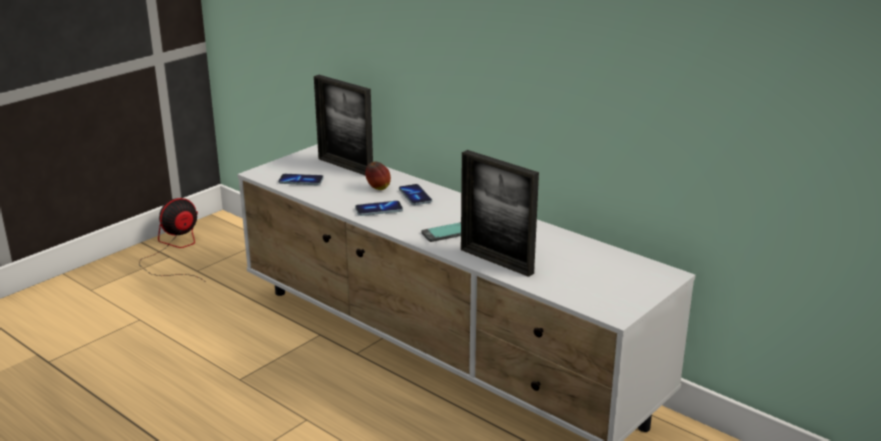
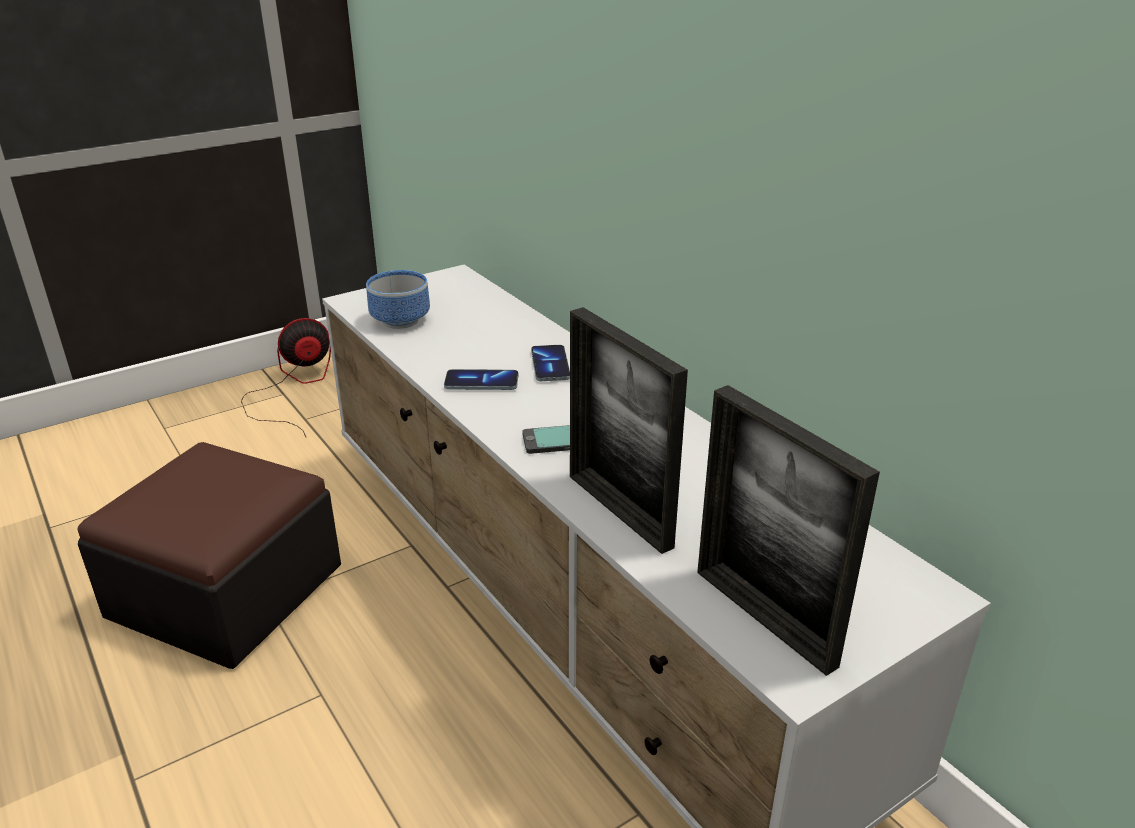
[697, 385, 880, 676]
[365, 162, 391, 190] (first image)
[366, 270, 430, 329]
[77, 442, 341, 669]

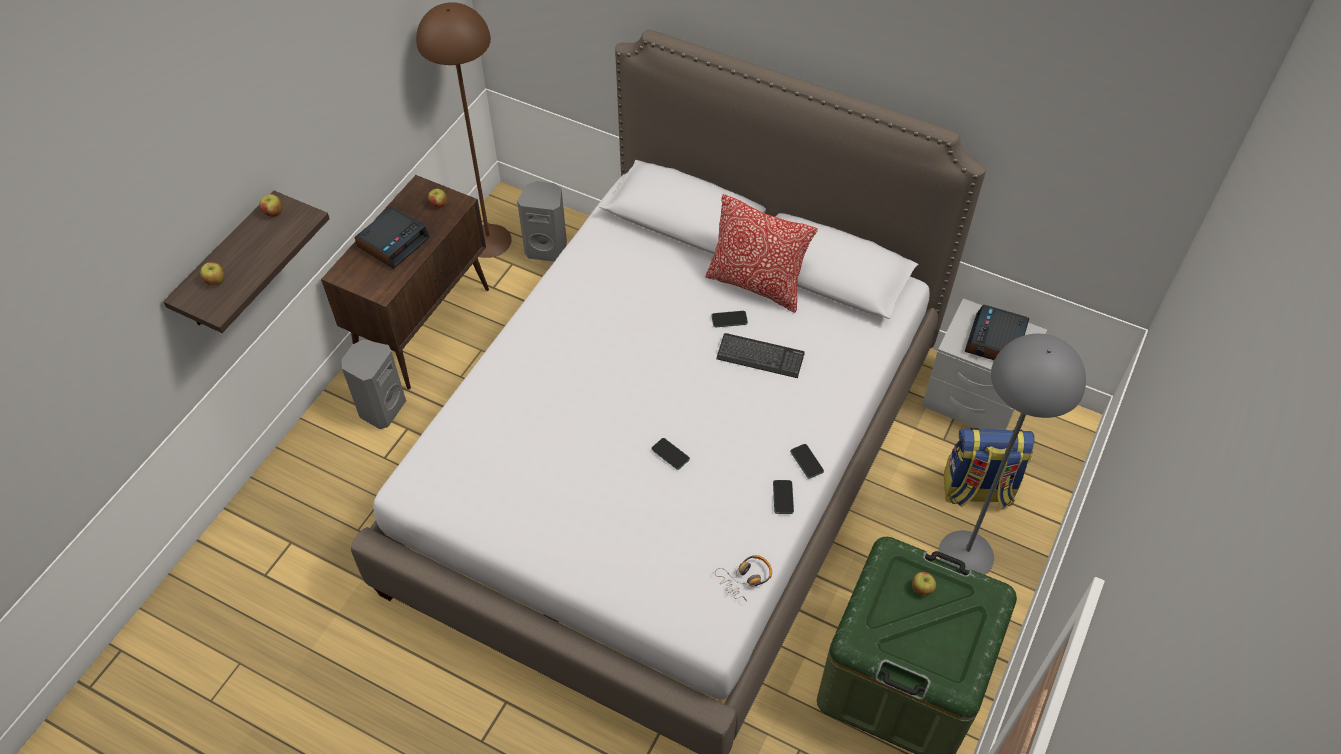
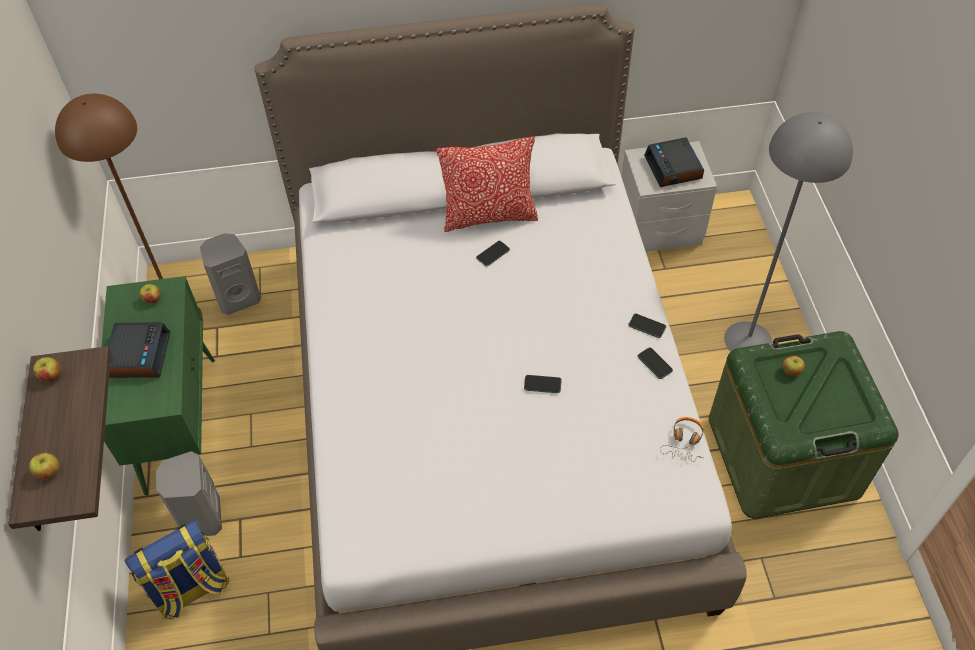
[101, 276, 215, 495]
[716, 333, 805, 378] (first image)
[124, 520, 229, 620]

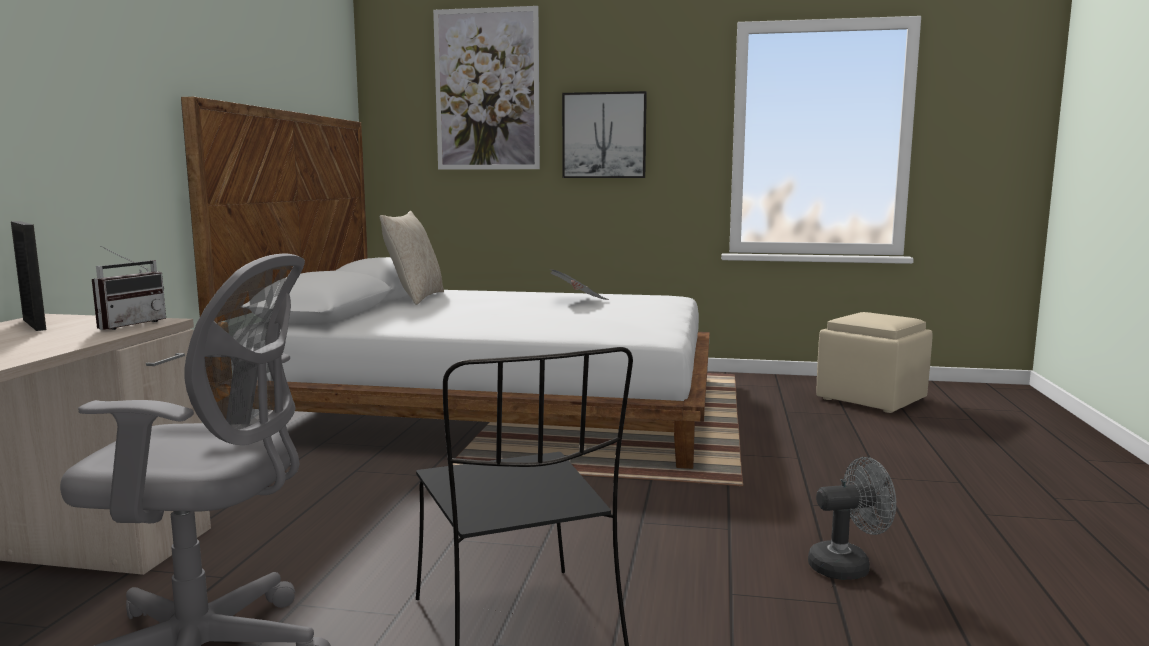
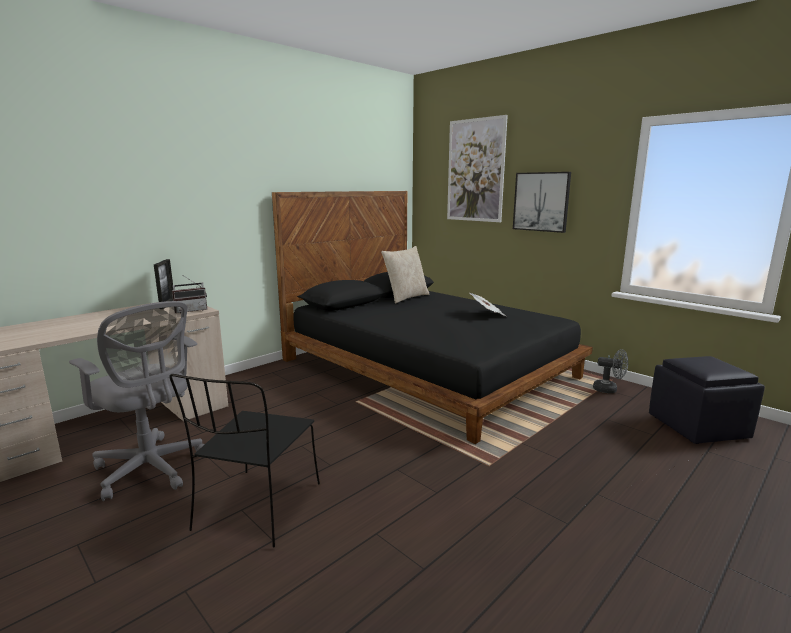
[272, 191, 593, 444]
[649, 356, 765, 444]
[593, 349, 628, 393]

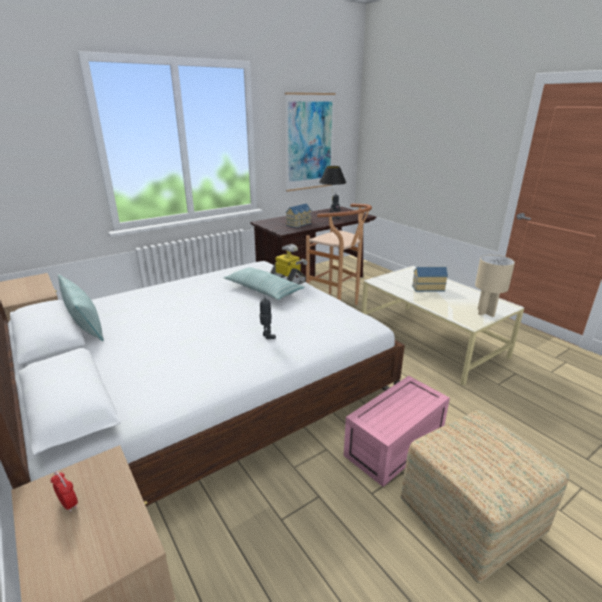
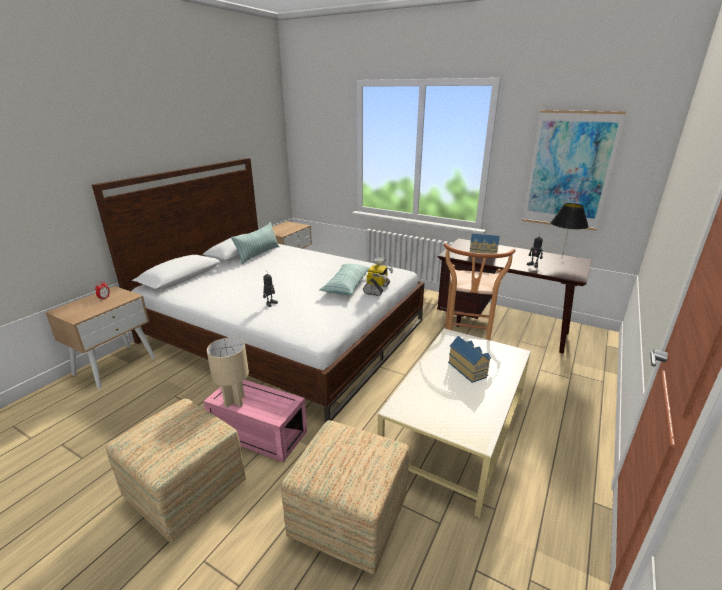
[207, 337, 249, 408]
[281, 420, 409, 574]

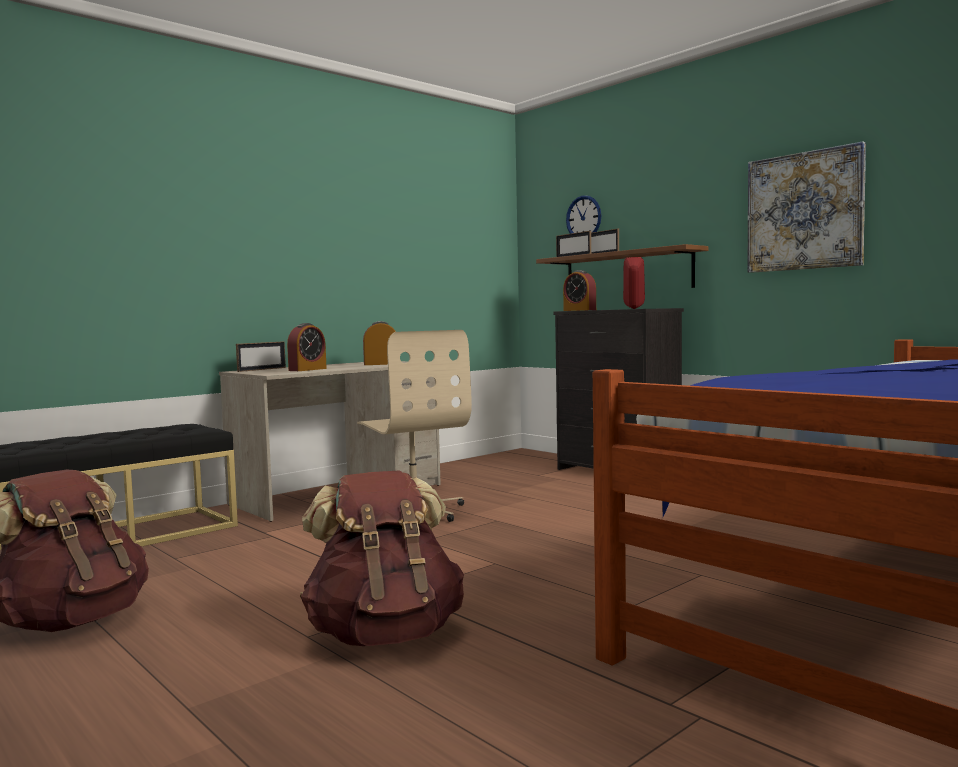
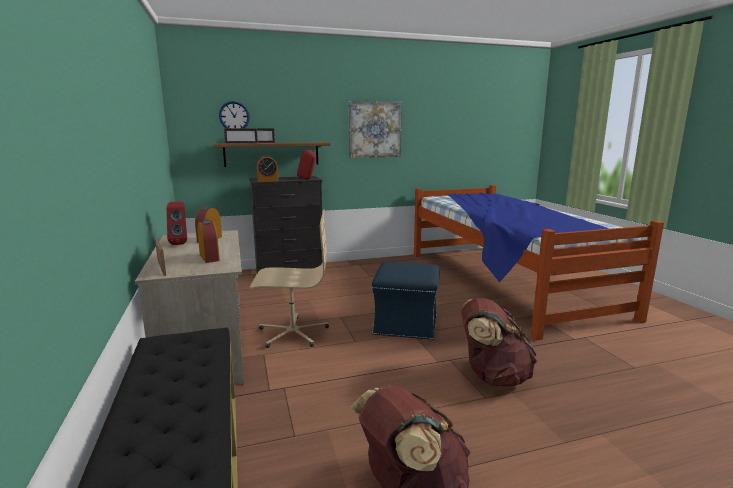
[167, 202, 187, 245]
[372, 262, 439, 340]

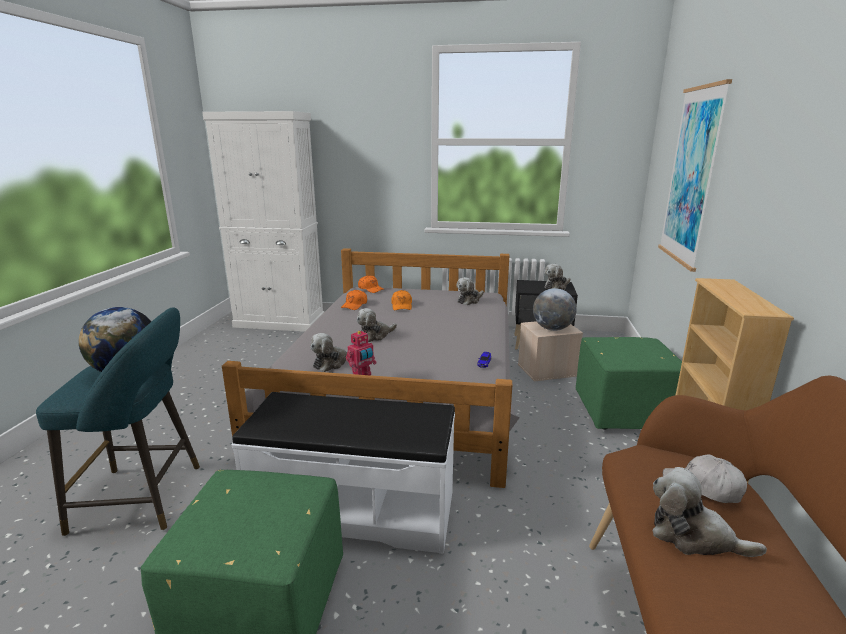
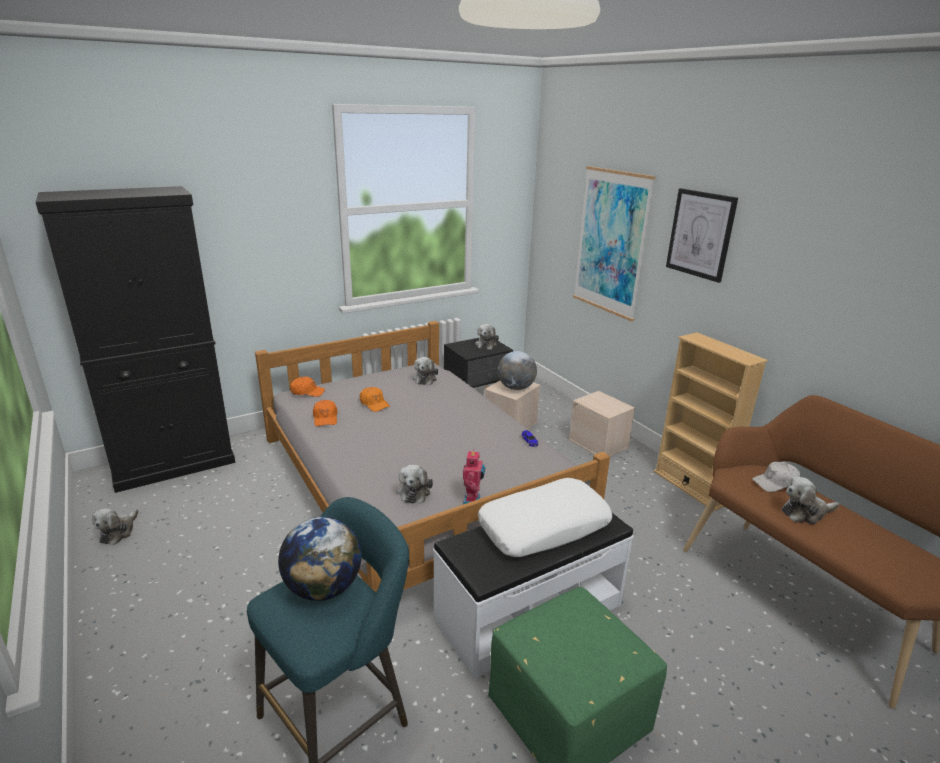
[36, 186, 235, 493]
[92, 508, 138, 545]
[569, 391, 635, 456]
[666, 188, 738, 283]
[478, 478, 612, 557]

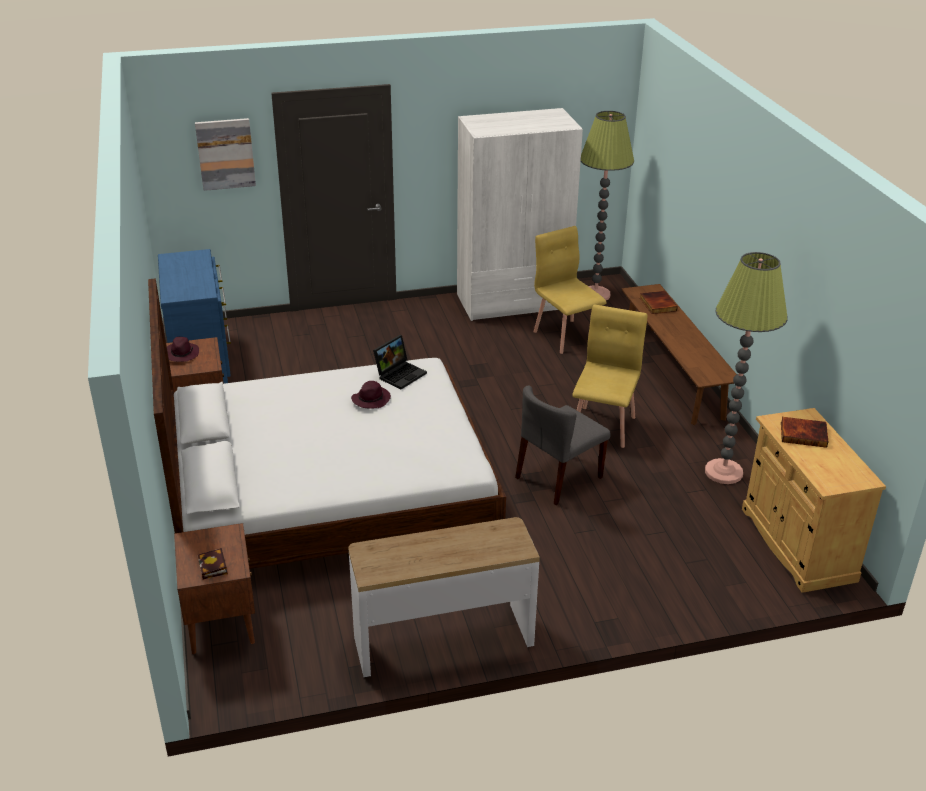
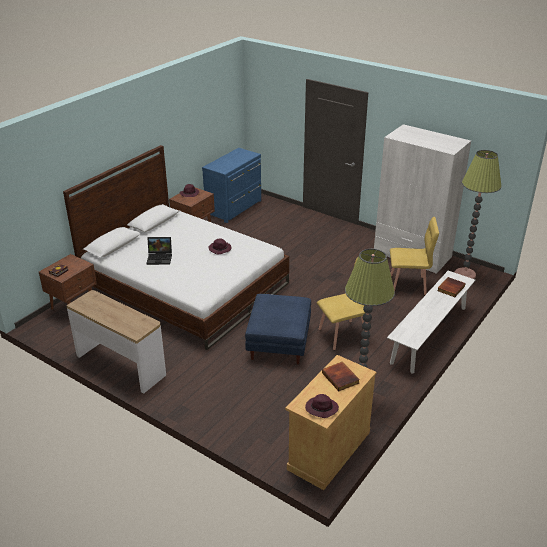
[195, 118, 256, 191] (first image)
[390, 217, 439, 295]
[387, 271, 475, 374]
[146, 237, 172, 265]
[245, 294, 311, 364]
[305, 394, 339, 418]

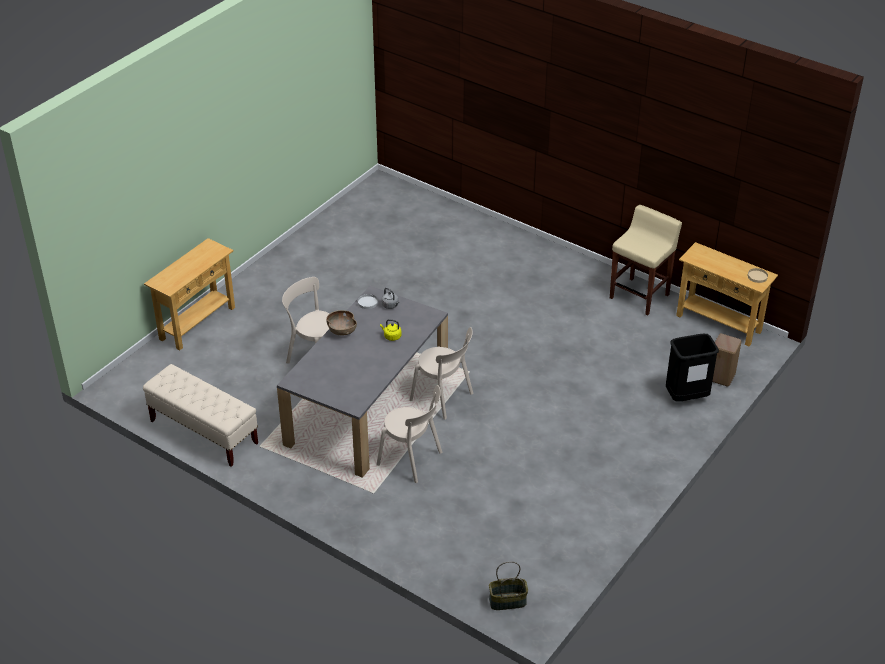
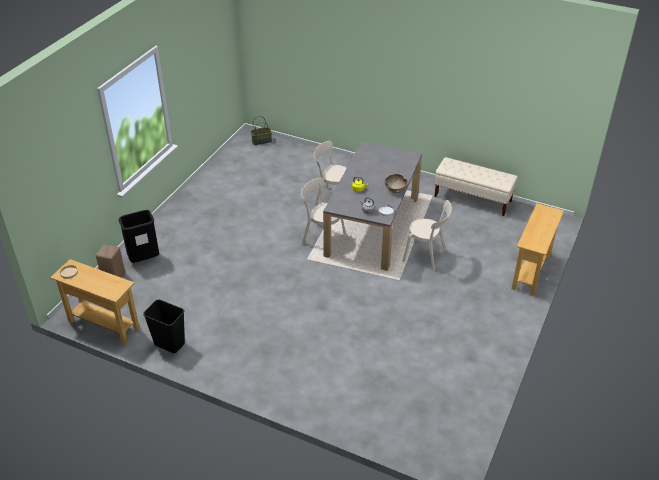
[143, 299, 185, 353]

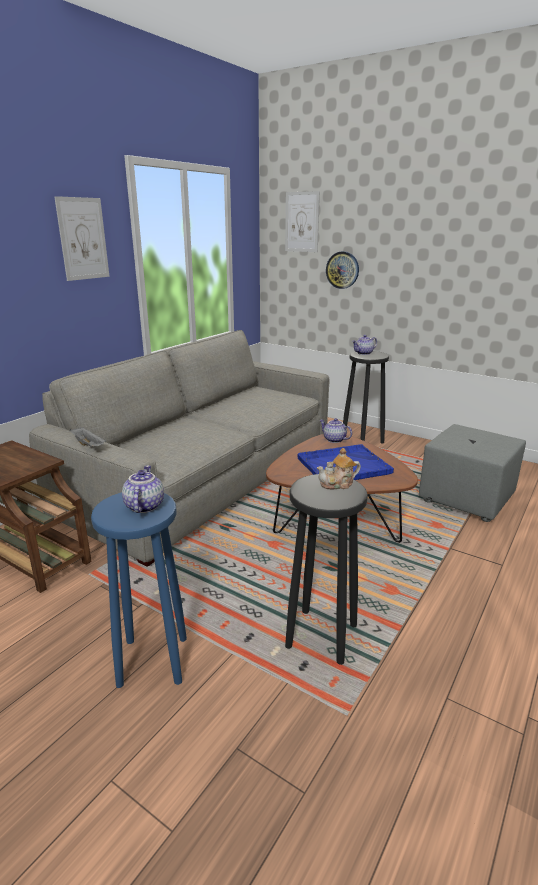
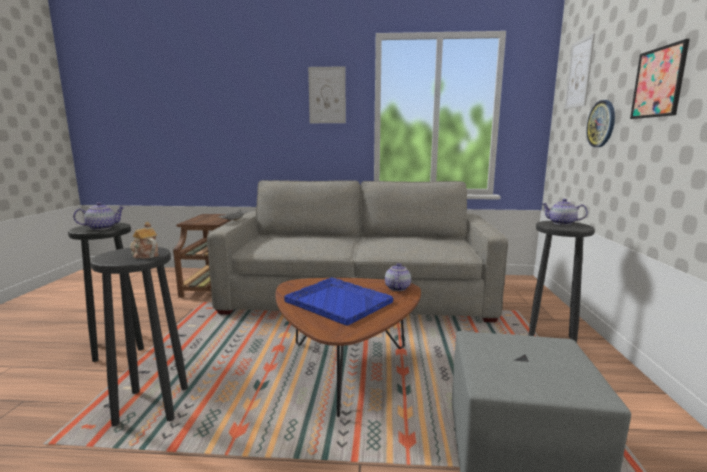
[68, 223, 144, 362]
[630, 39, 690, 119]

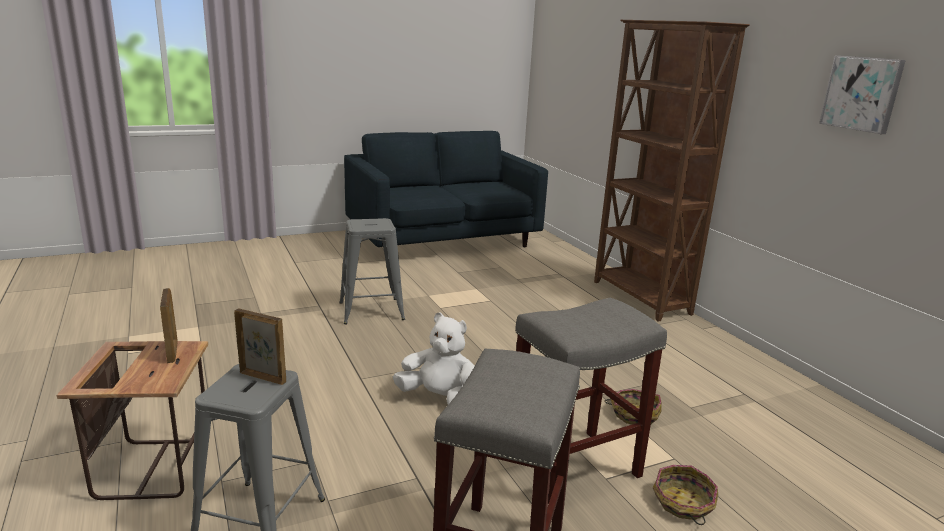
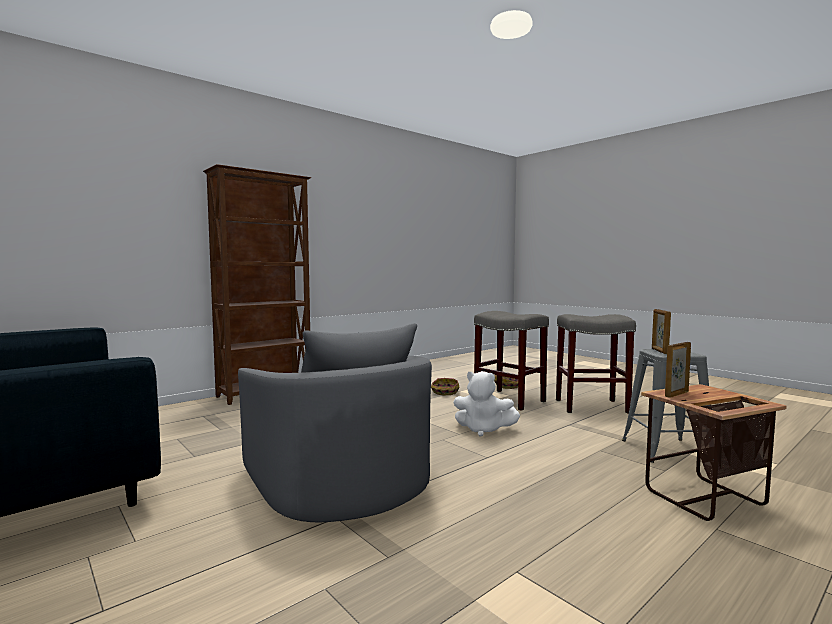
[819, 55, 906, 134] (first image)
[238, 323, 432, 523]
[453, 371, 520, 437]

